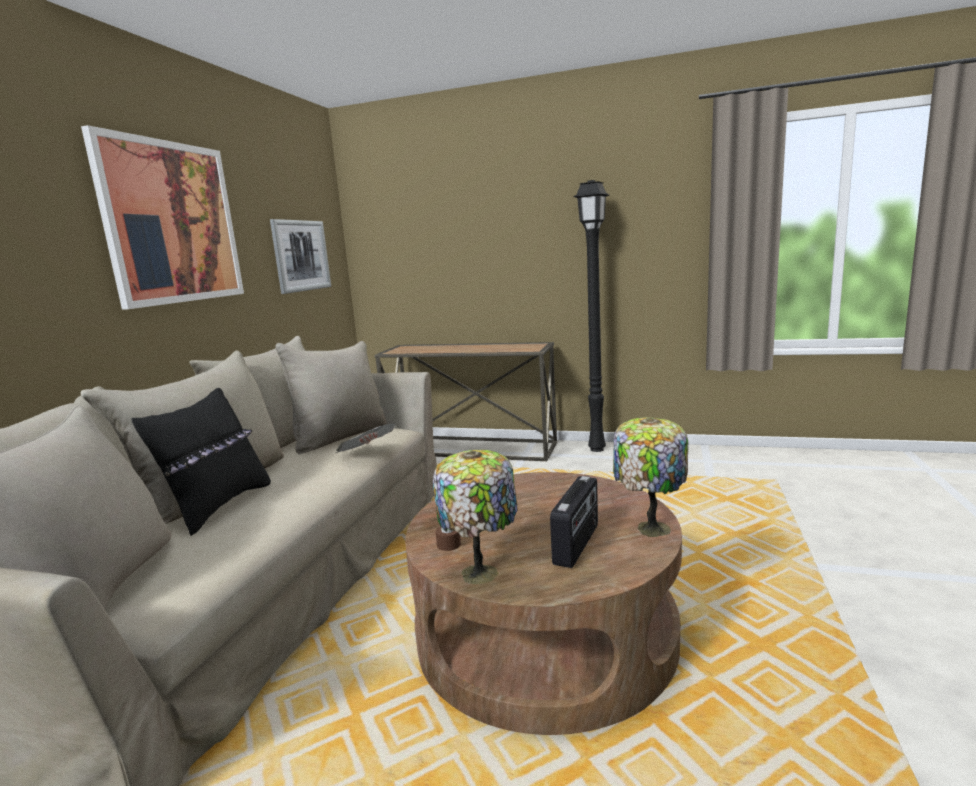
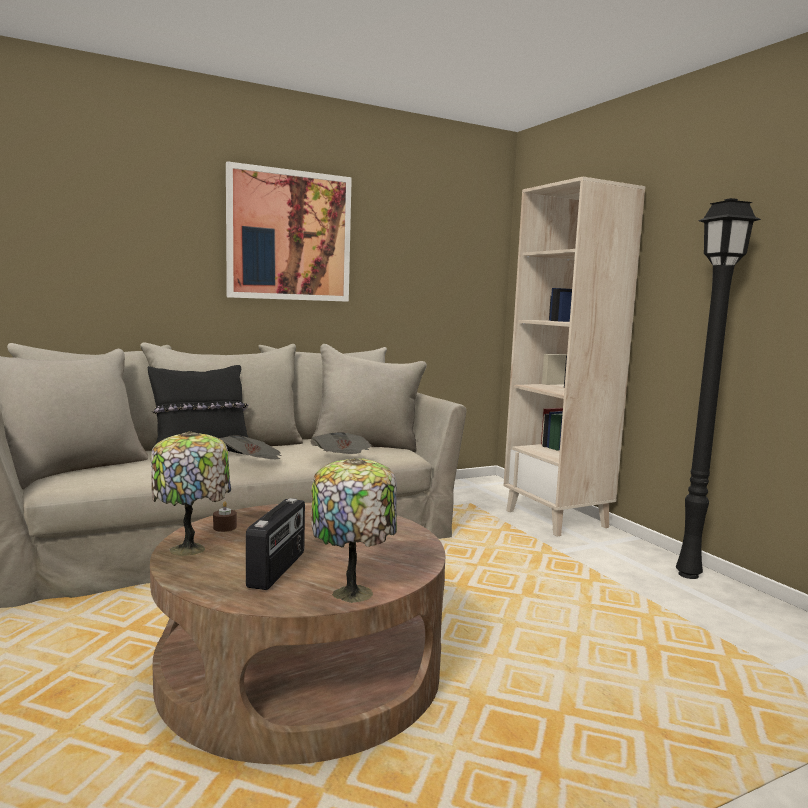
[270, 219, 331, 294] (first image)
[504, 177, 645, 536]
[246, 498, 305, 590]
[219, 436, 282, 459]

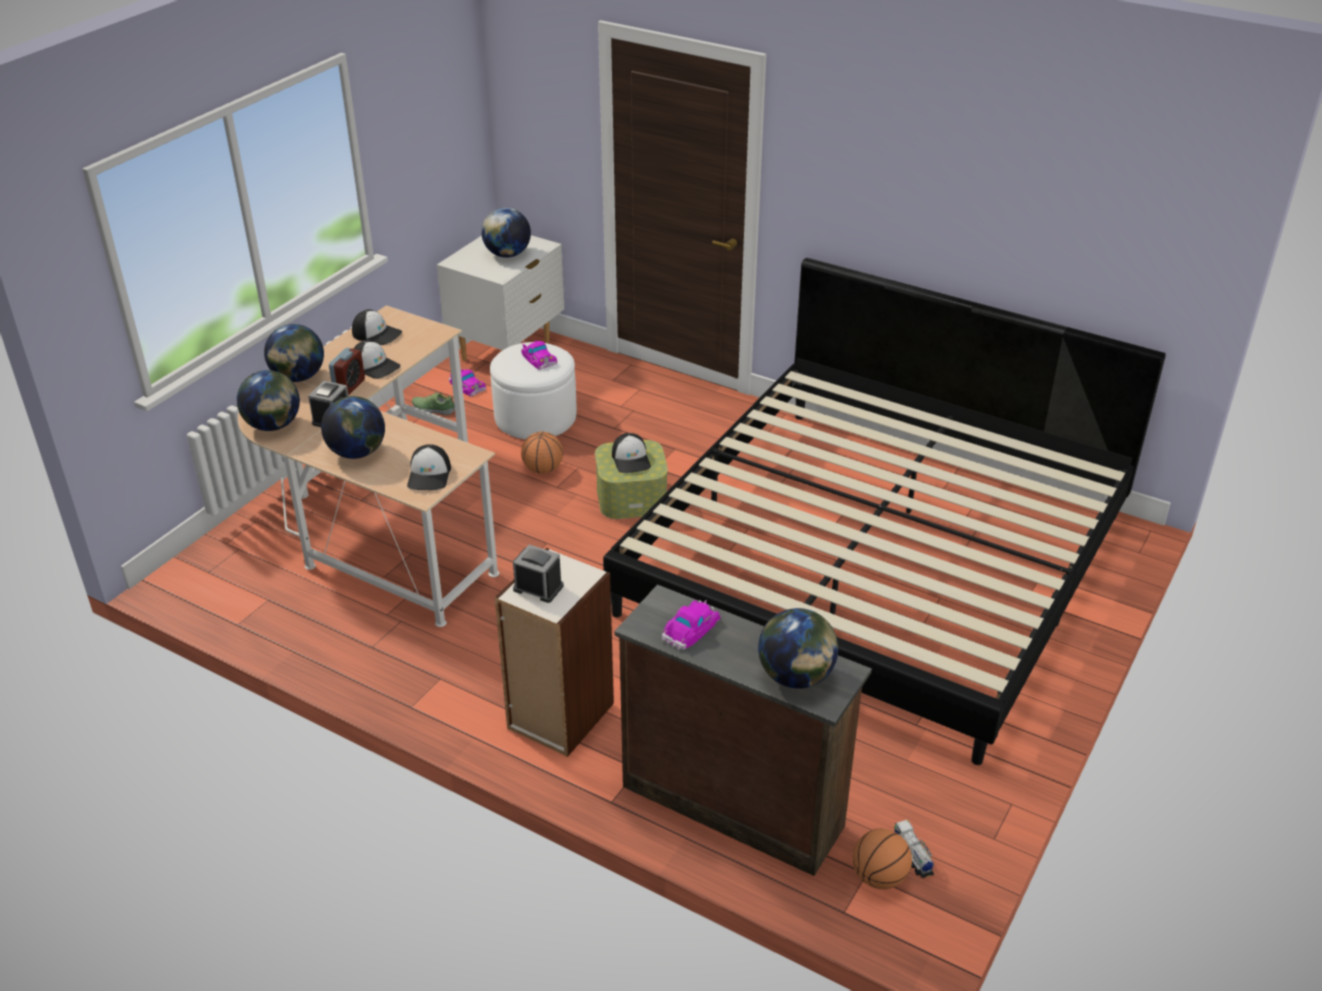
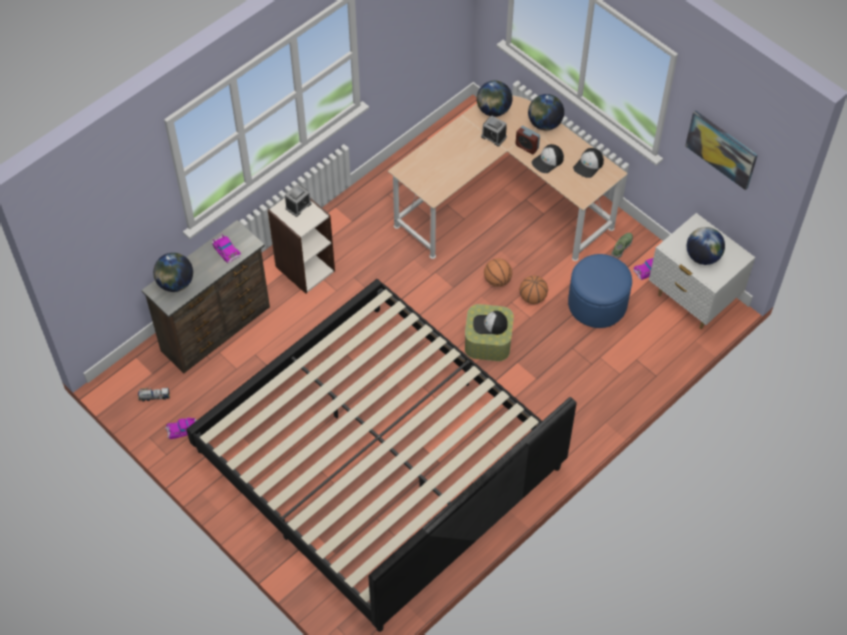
[165, 418, 197, 439]
[568, 254, 632, 328]
[321, 396, 385, 459] (first image)
[407, 444, 451, 490] (first image)
[484, 258, 512, 287]
[685, 110, 757, 190]

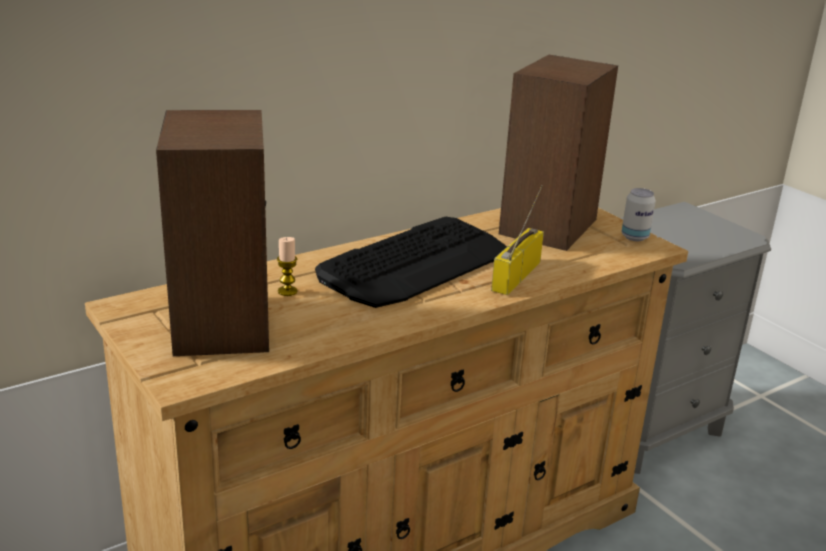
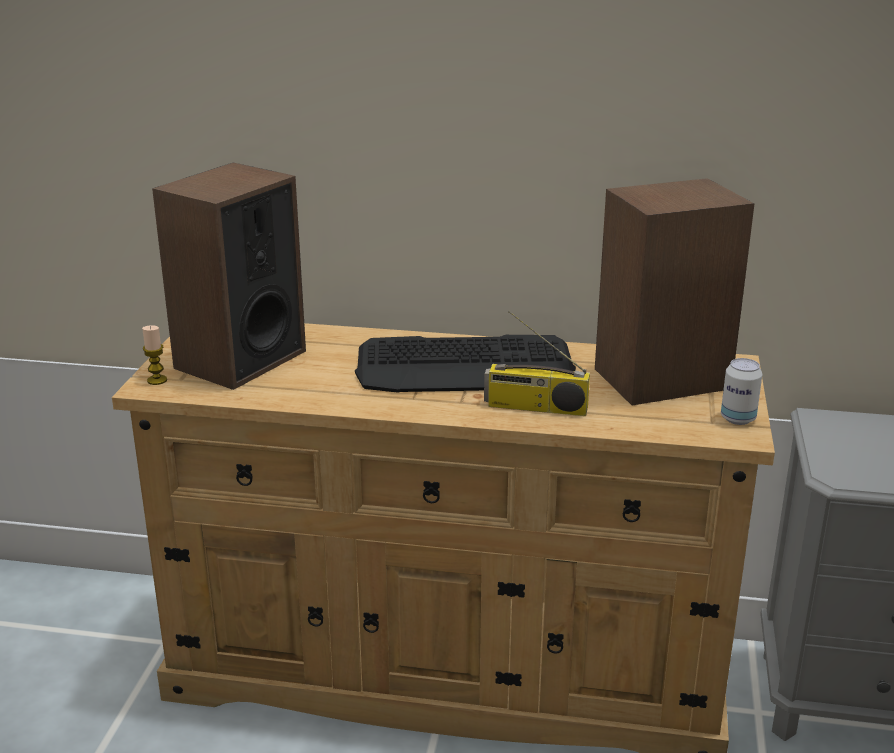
[484, 311, 590, 416]
[142, 325, 167, 385]

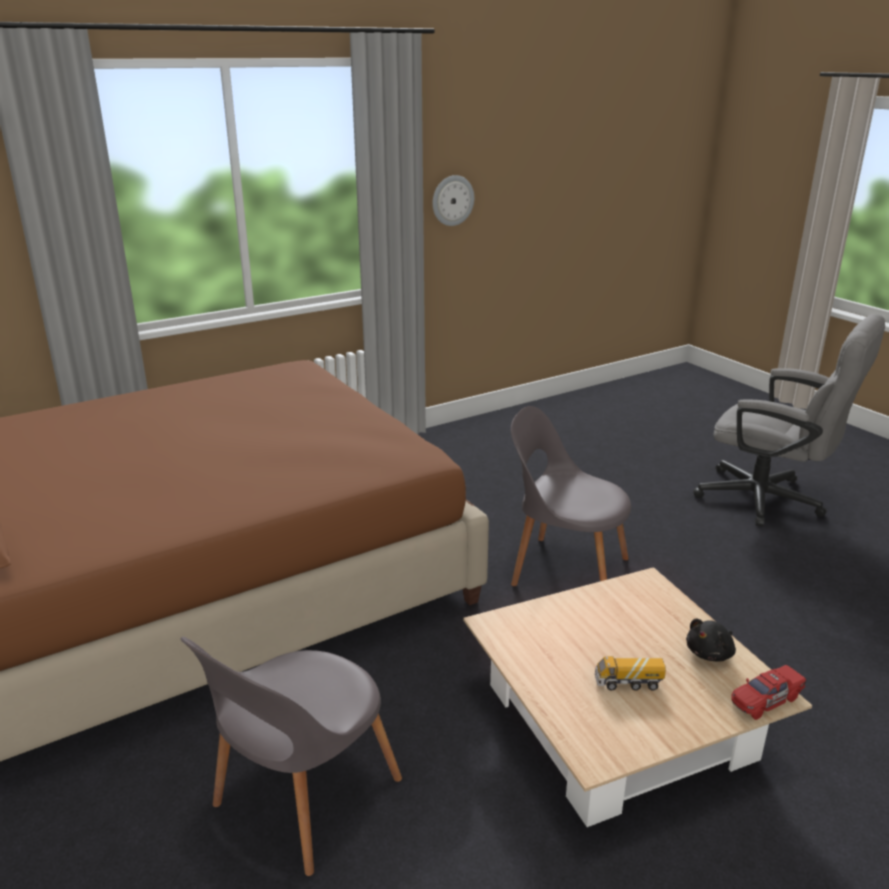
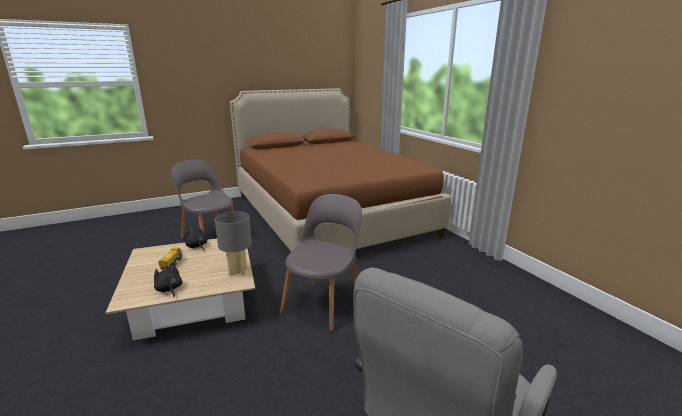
[433, 175, 474, 226] (first image)
[731, 665, 806, 720] (first image)
[215, 211, 252, 276]
[185, 227, 207, 251]

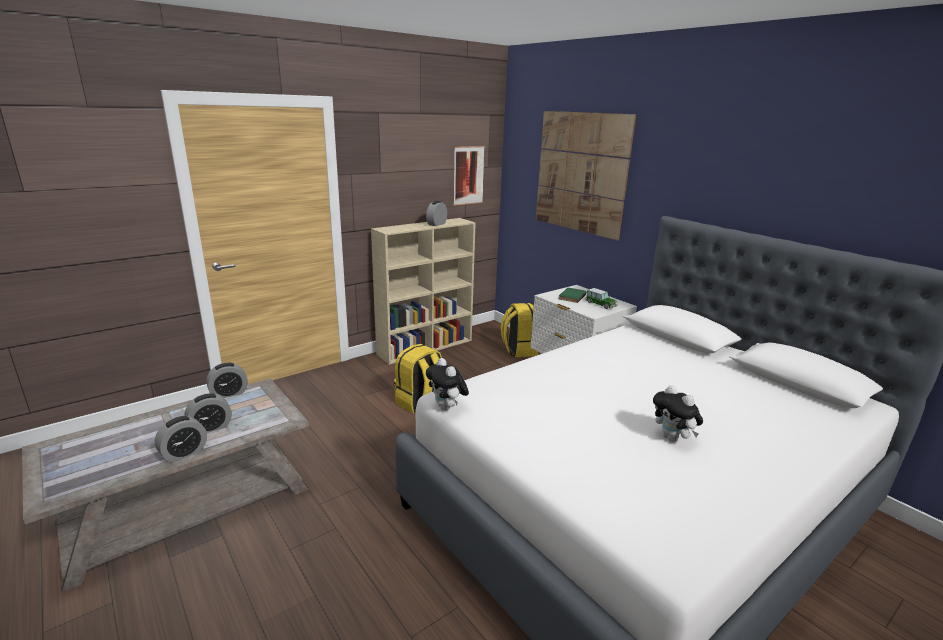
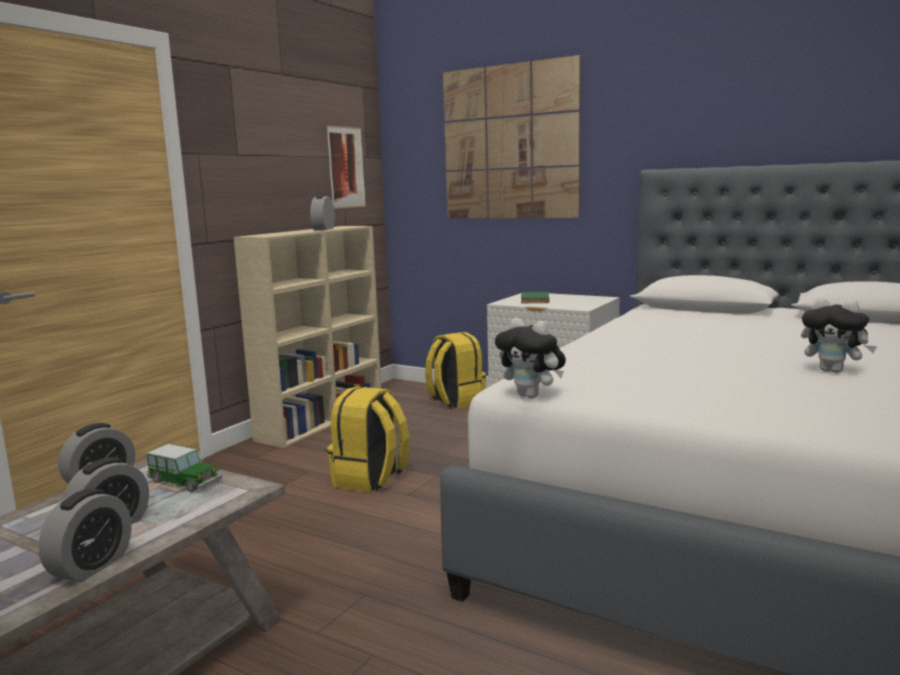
[146, 444, 222, 492]

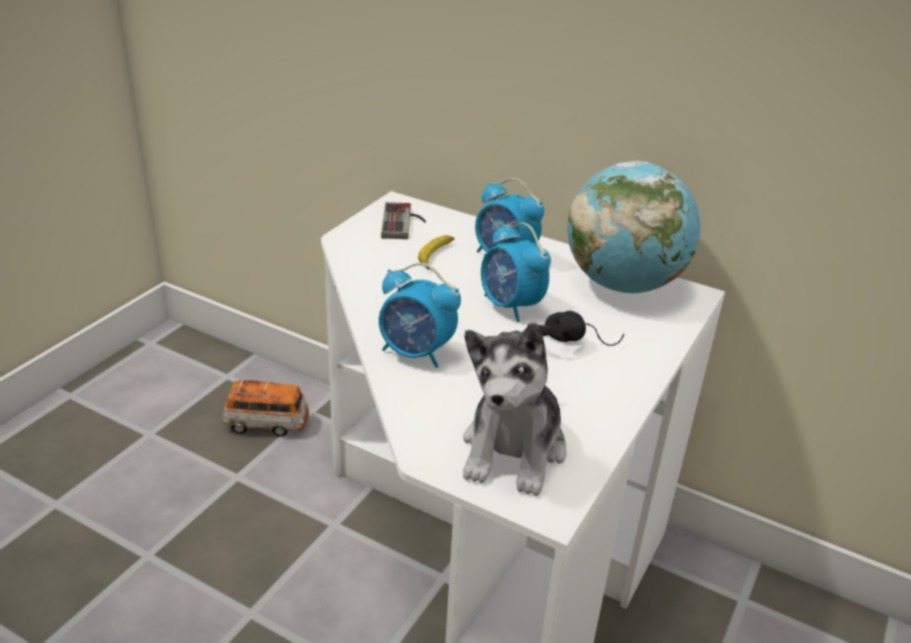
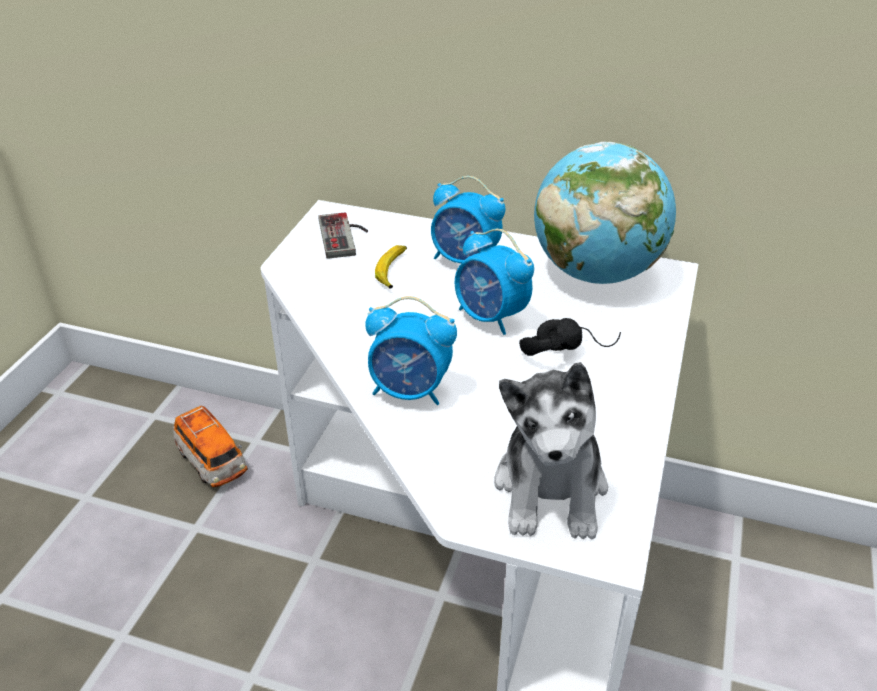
[173, 406, 248, 487]

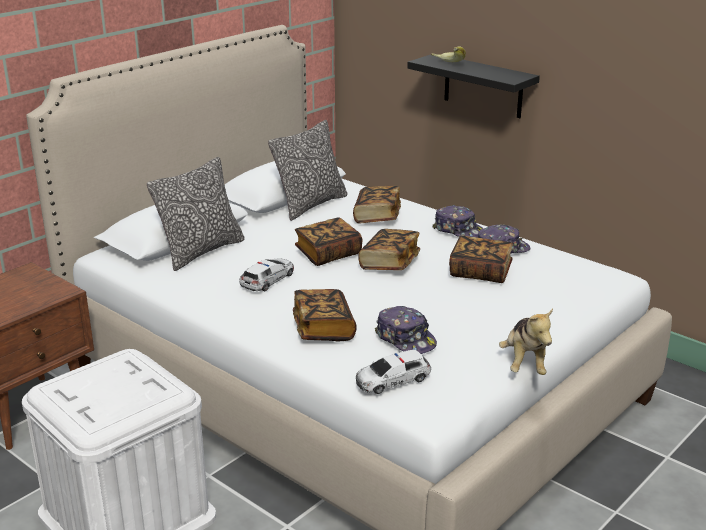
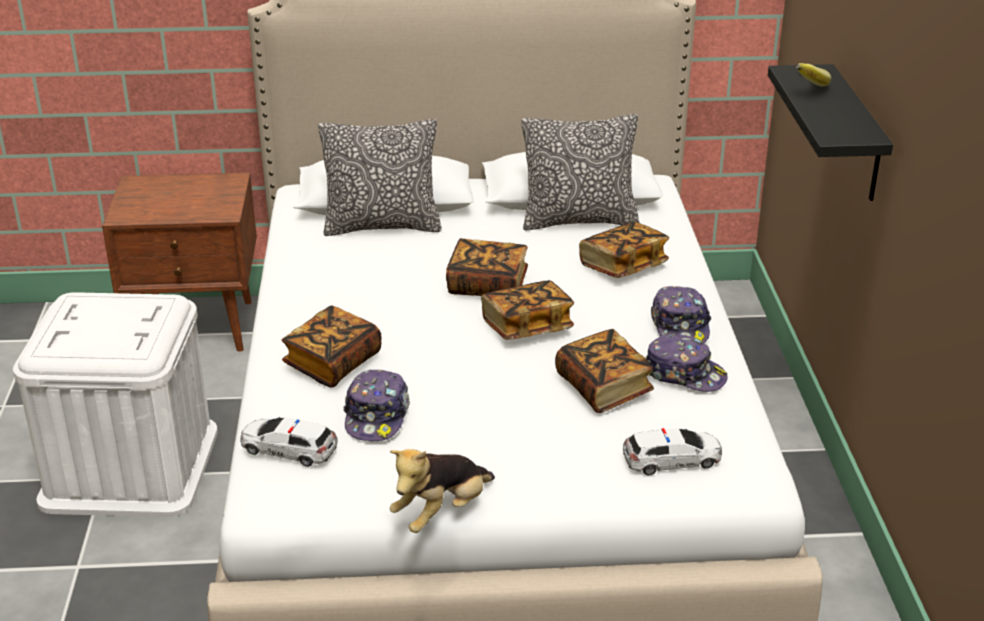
[623, 428, 722, 475]

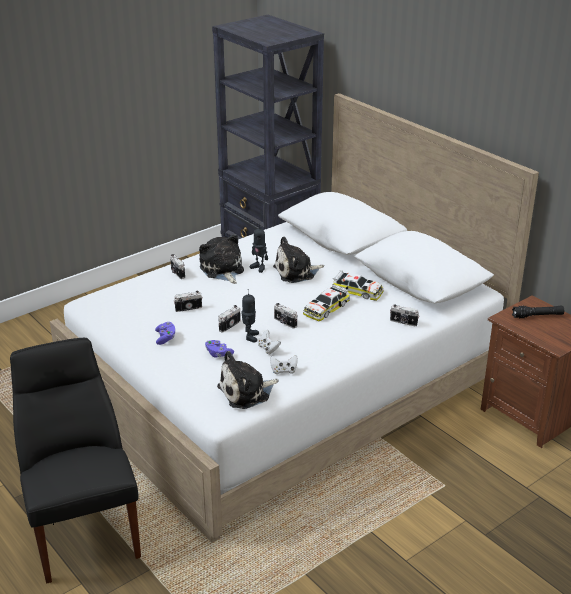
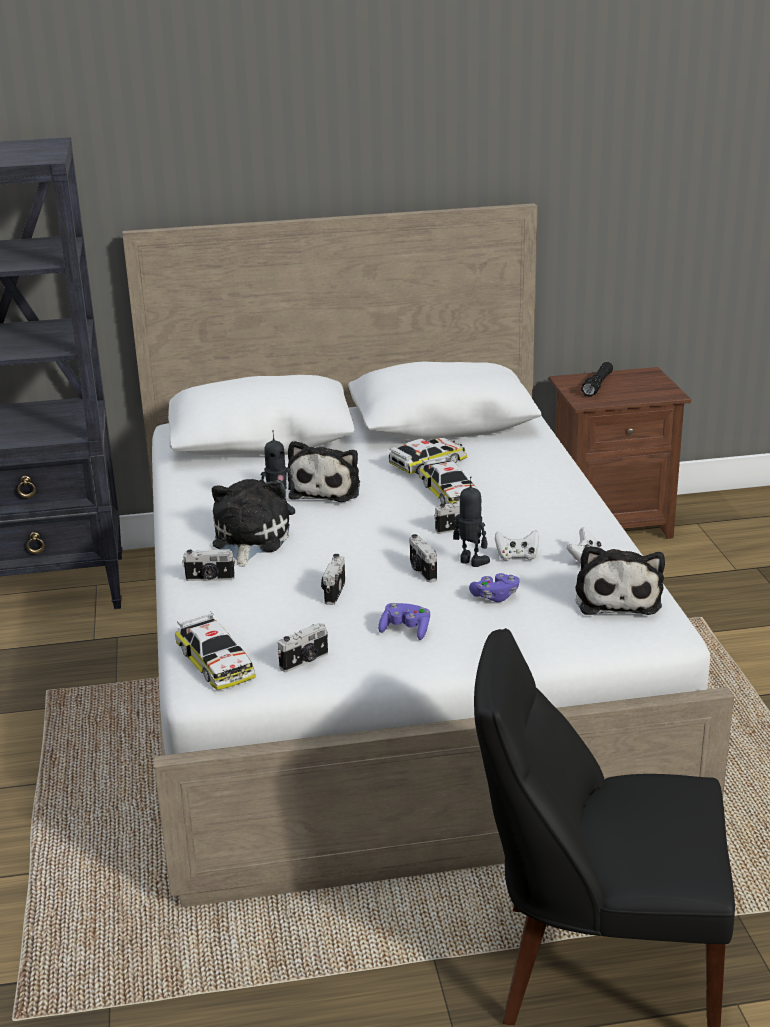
[212, 479, 290, 567]
[278, 623, 328, 672]
[175, 611, 256, 690]

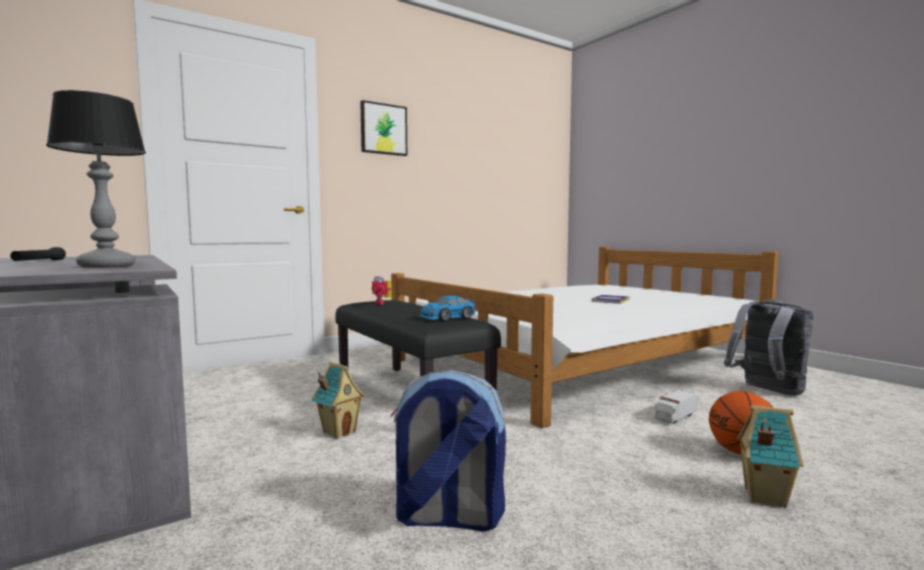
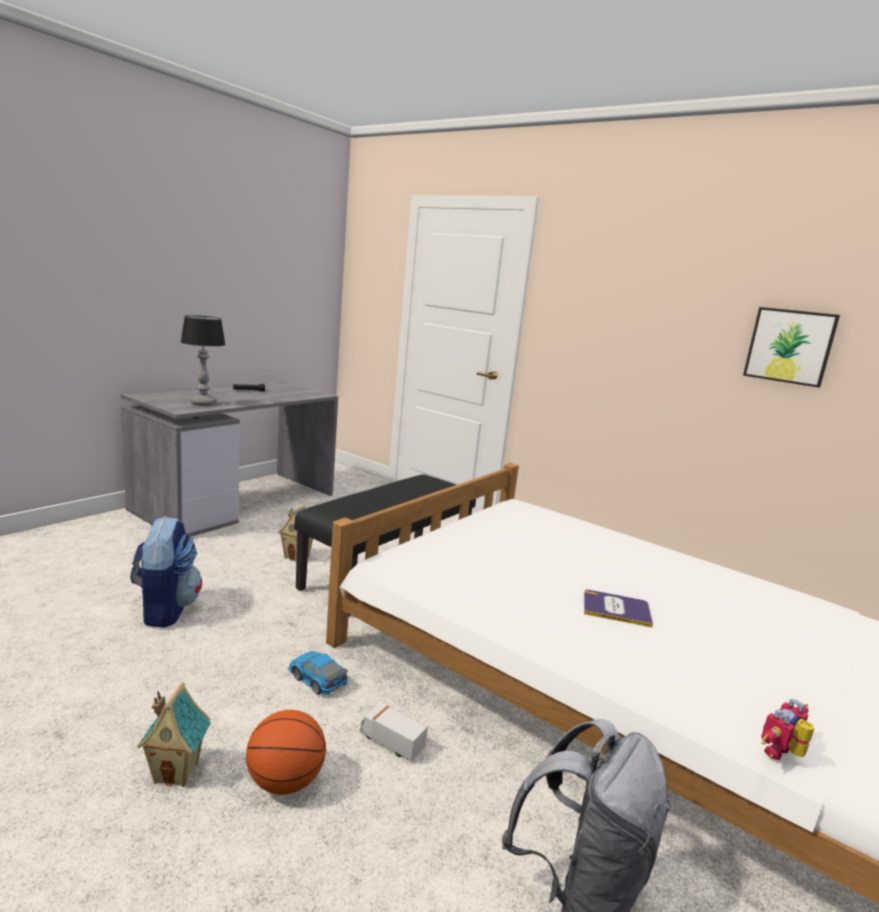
[743, 307, 840, 388]
[761, 699, 814, 760]
[288, 651, 348, 695]

